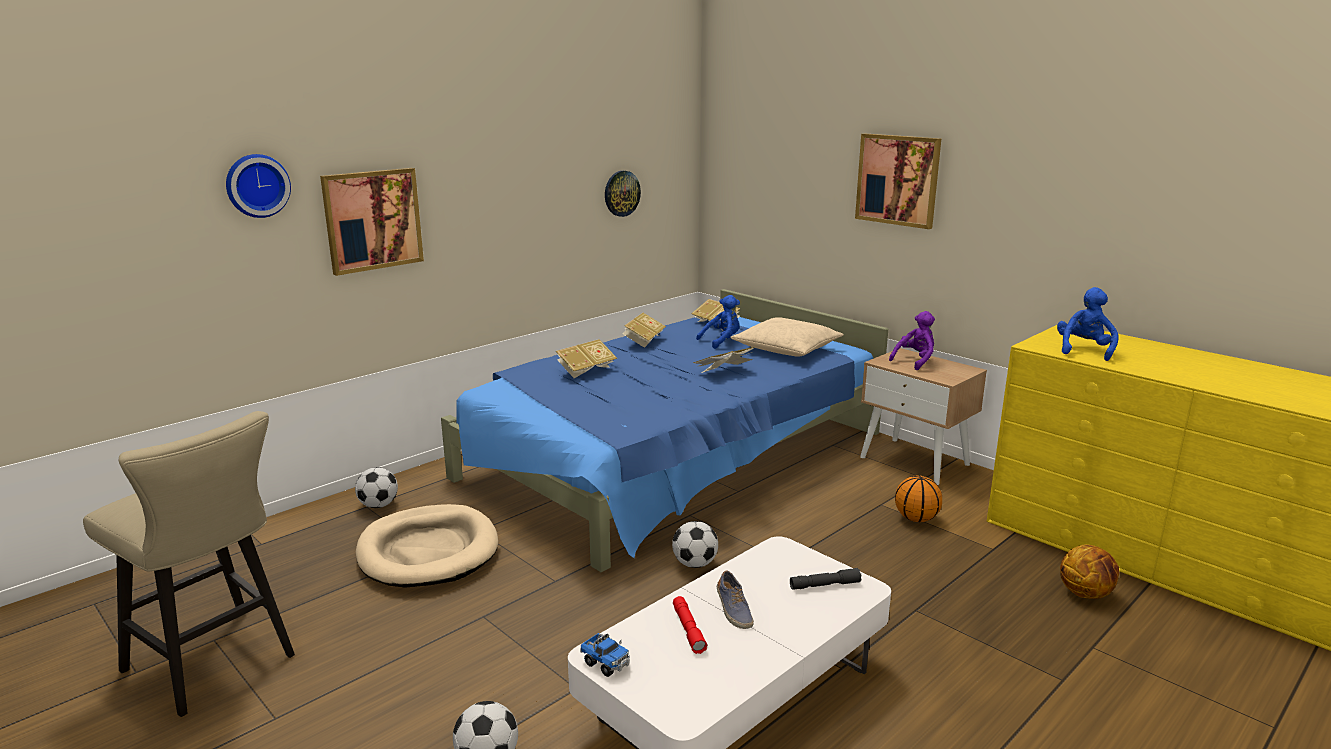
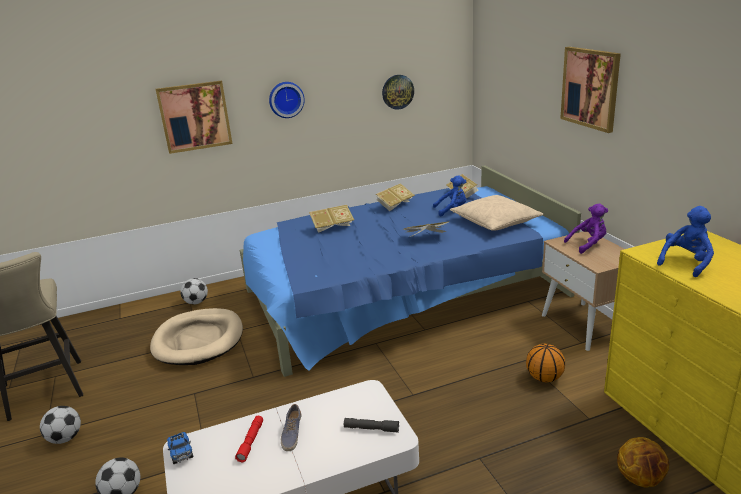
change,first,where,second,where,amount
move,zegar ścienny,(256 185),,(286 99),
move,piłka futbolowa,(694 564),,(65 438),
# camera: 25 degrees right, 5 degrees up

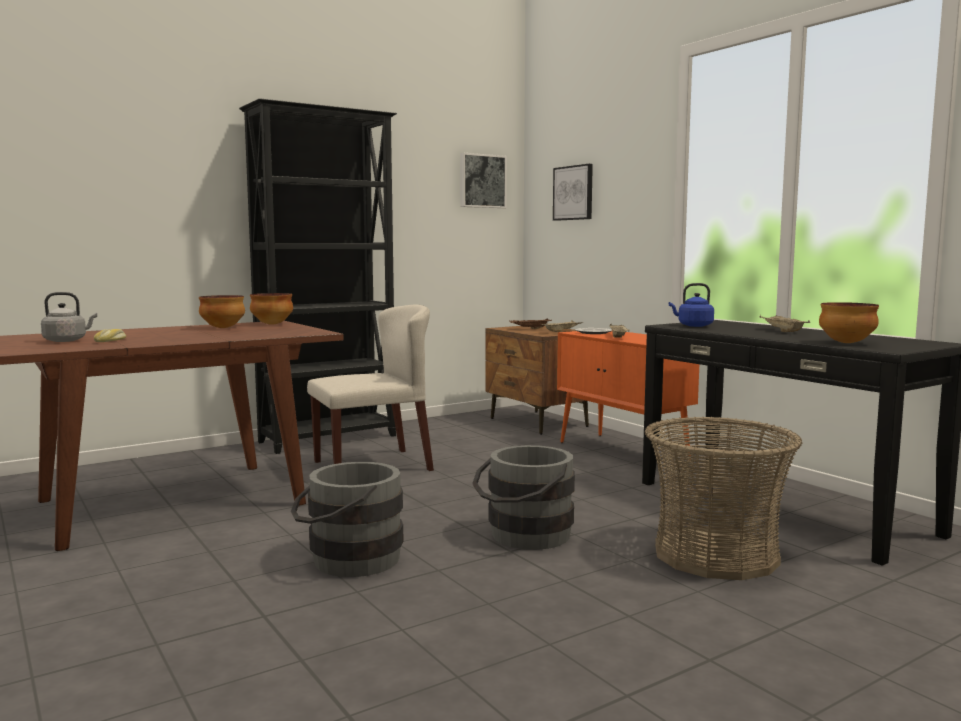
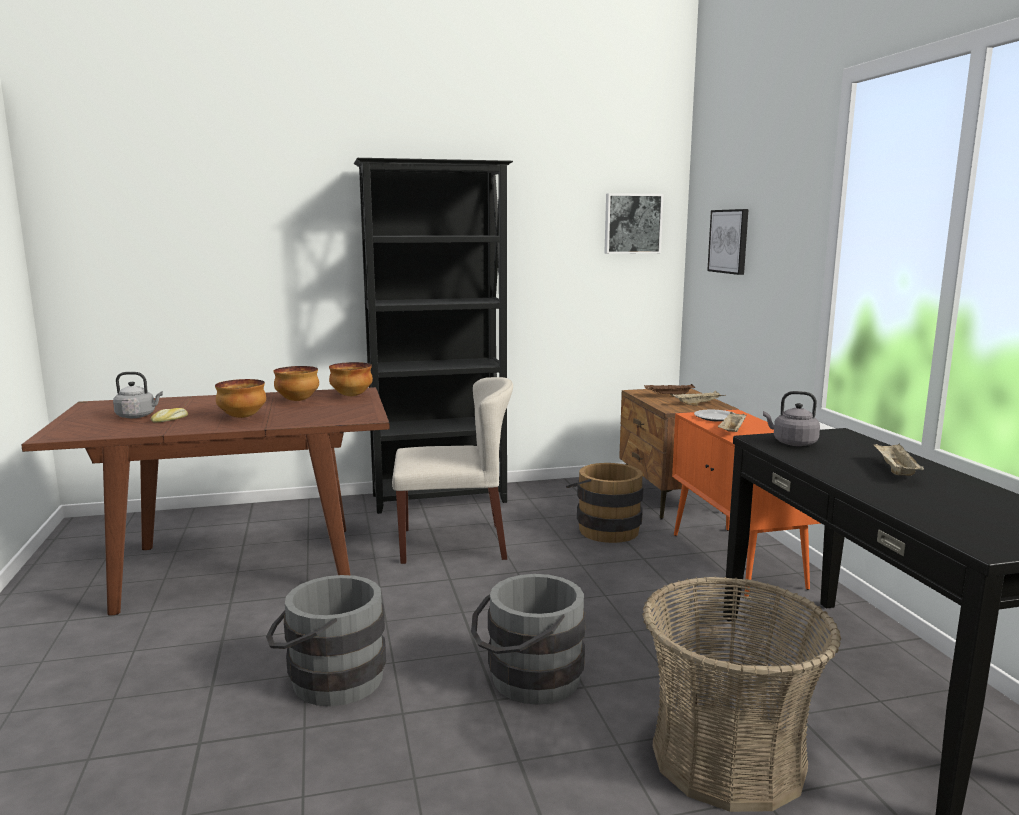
change,first,where,second,where,amount
insert,,,wiadro/brązowy,(604 529),
move,miska,(846 343),,(241 417),
recolor,czajnik/niebieski,(693 325),czajnik/szary,(792 443),
# camera: 20 degrees right, 5 degrees up

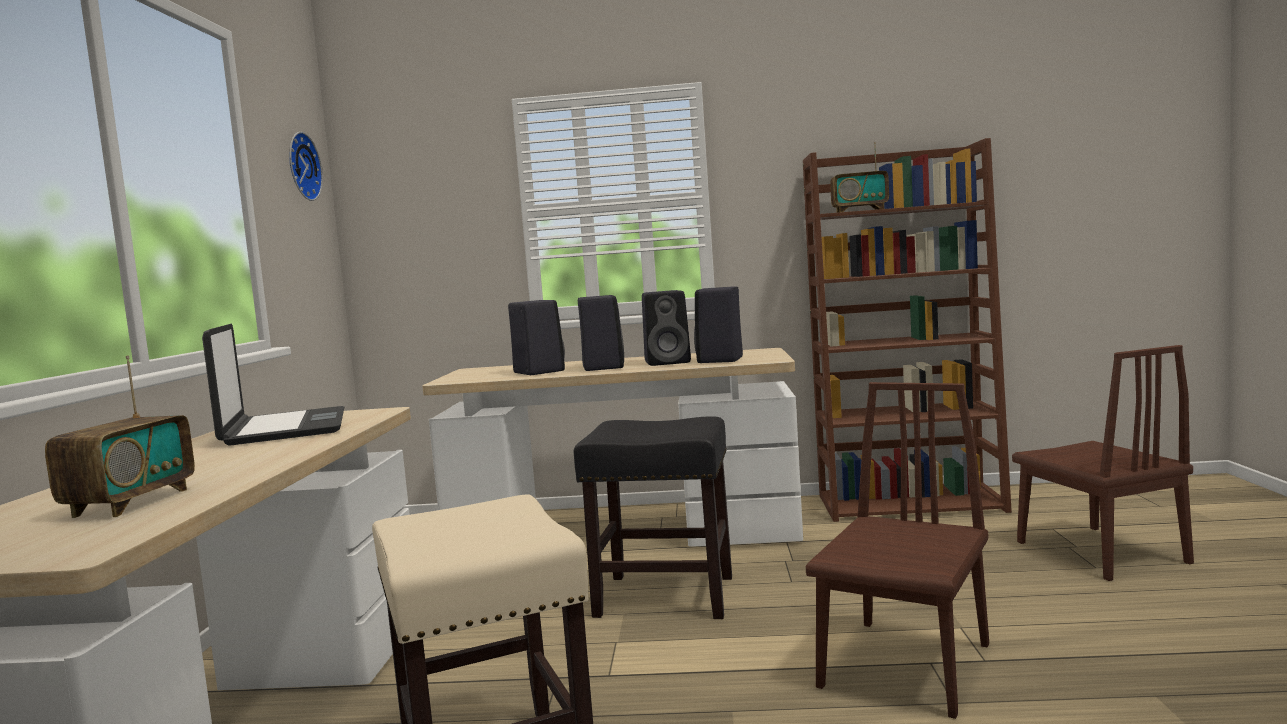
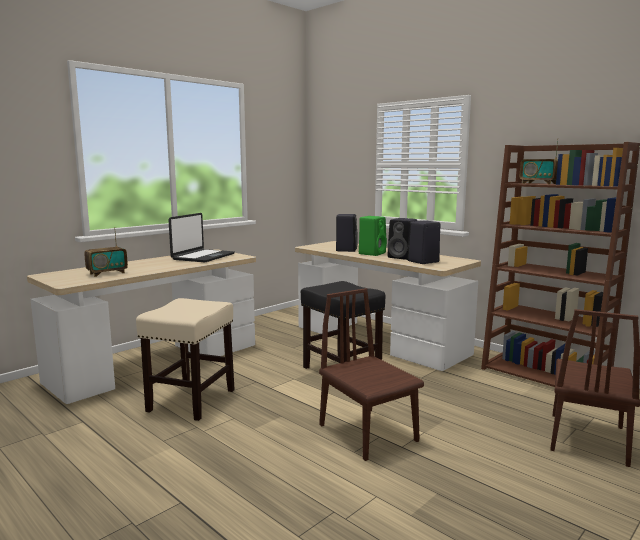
change,first,where,second,where,amount
delete,zegar ścienny,(301 167),,,
recolor,głośnik/czarny,(602 367),głośnik/zielony,(372 253),
rotate,krzesło/brązowy,(905 665),,(368 433),105 degrees counterclockwise
# camera: 40 degrees right, 5 degrees up

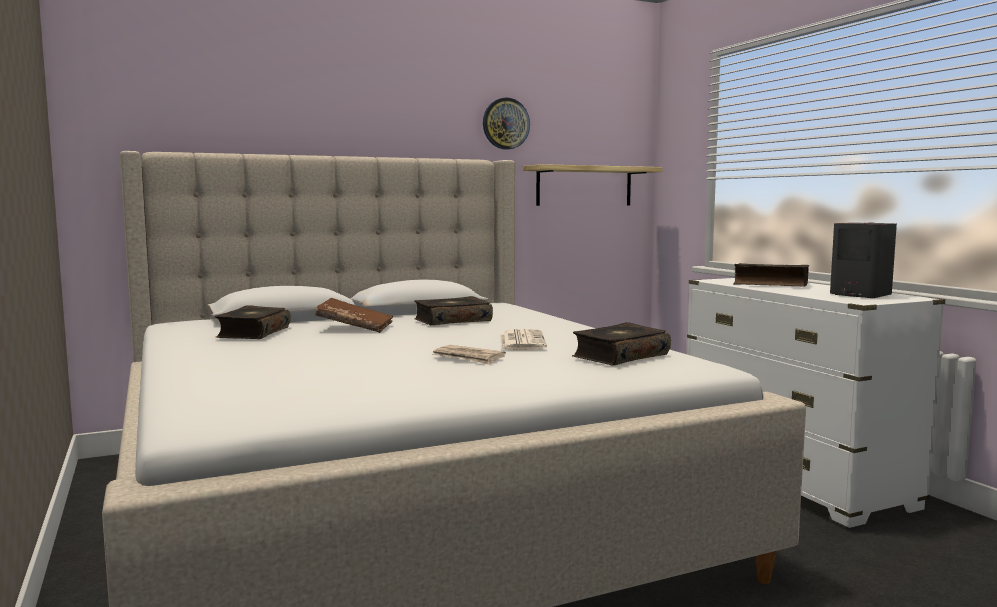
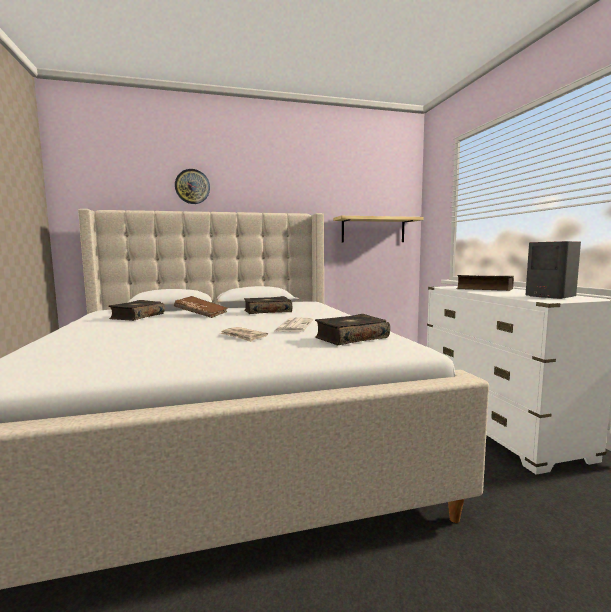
change,first,where,second,where,amount
move,zegar ścienny,(505 123),,(192 186),
# camera: 10 degrees right, 0 degrees up

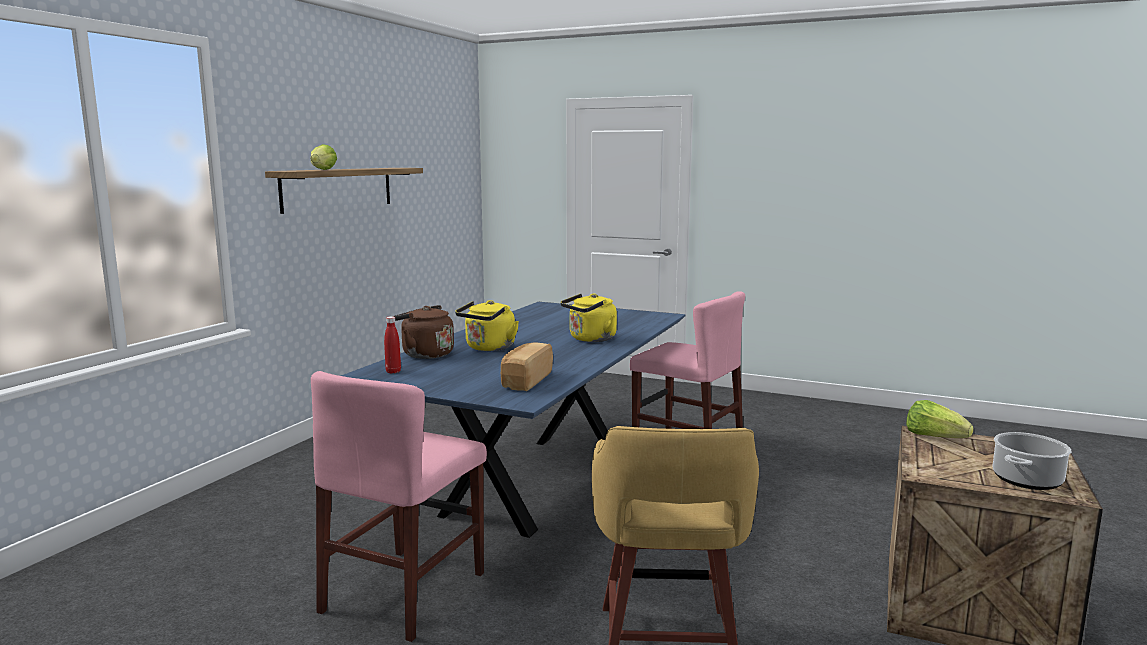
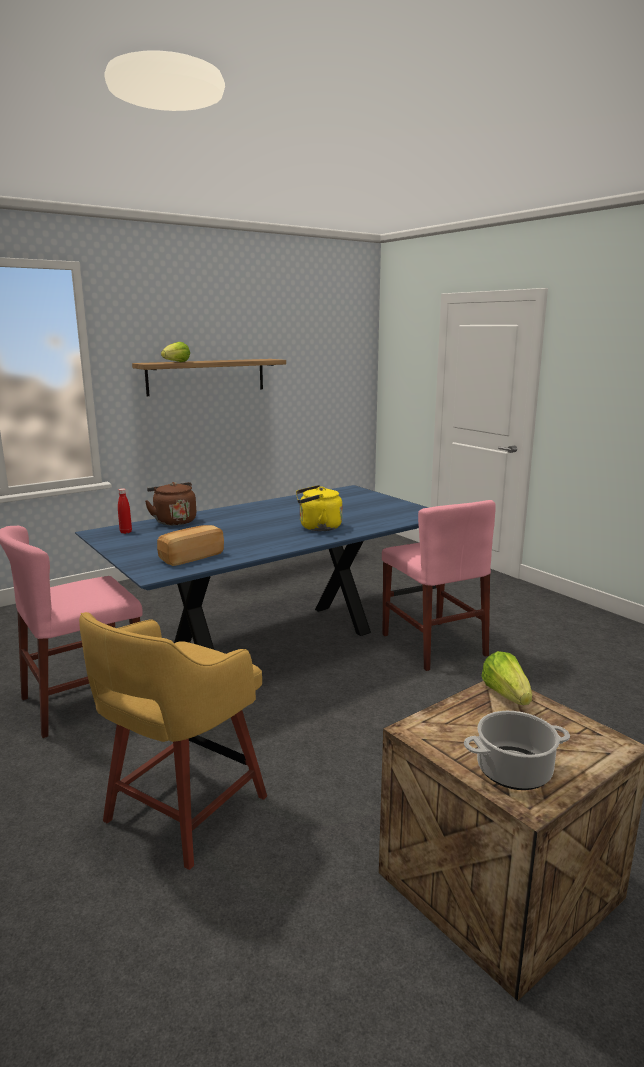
change,first,where,second,where,amount
delete,czajnik/żółty,(488 348),,,
# camera: 30 degrees right, 5 degrees up

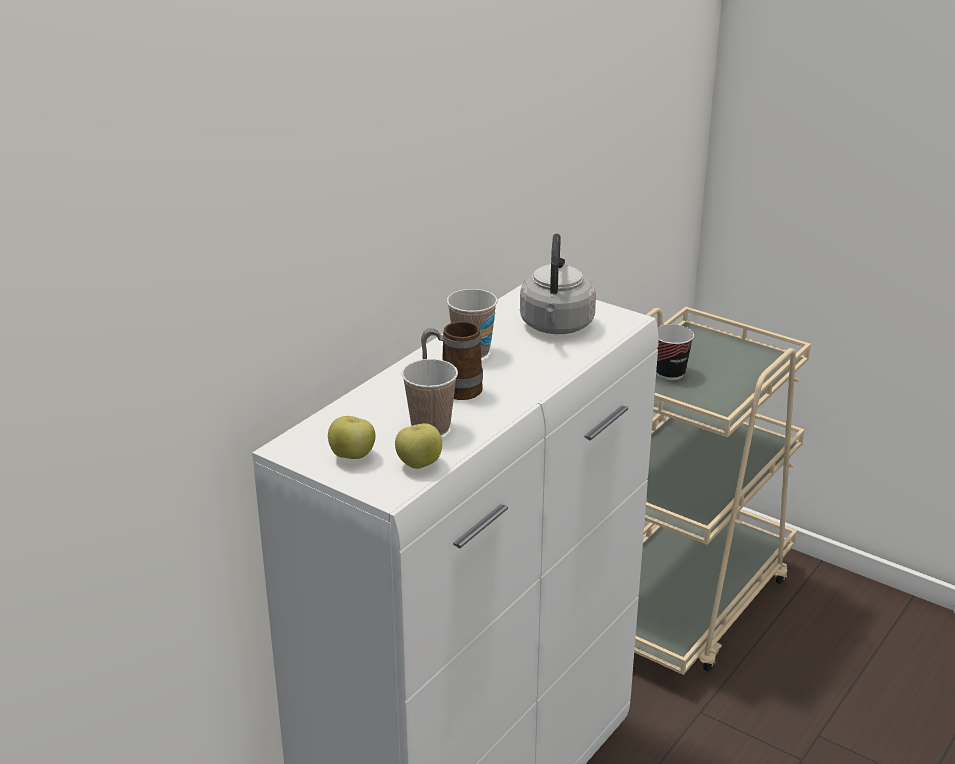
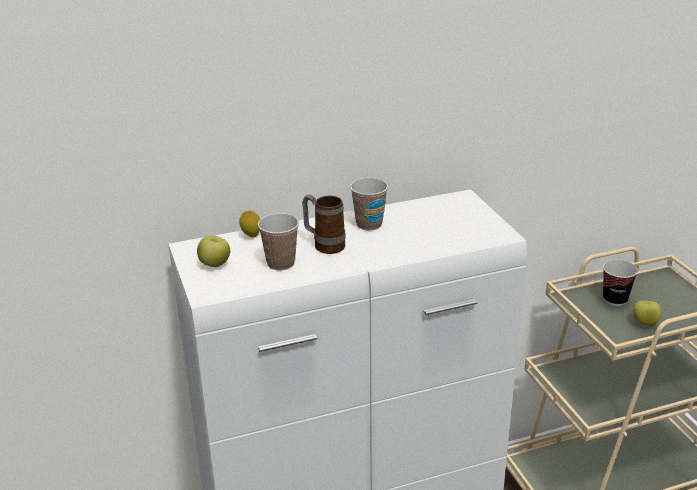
change,first,where,second,where,amount
delete,czajnik/szary,(556 327),,,
insert,,,cytryna,(251 236),
move,jabłko,(419 464),,(644 323),
# camera: 35 degrees right, 0 degrees up

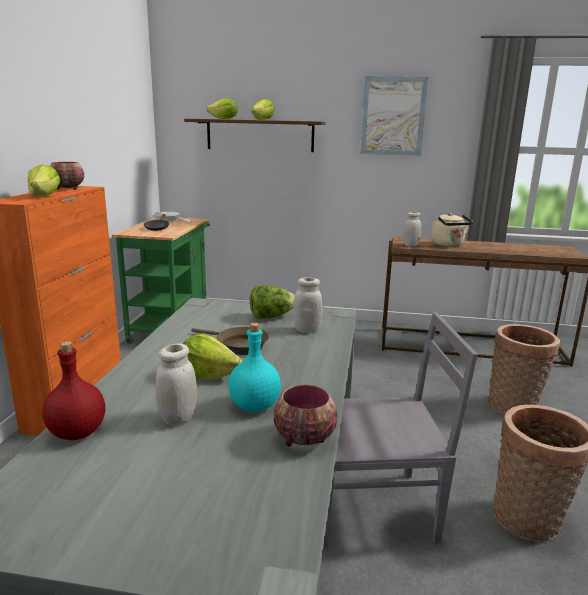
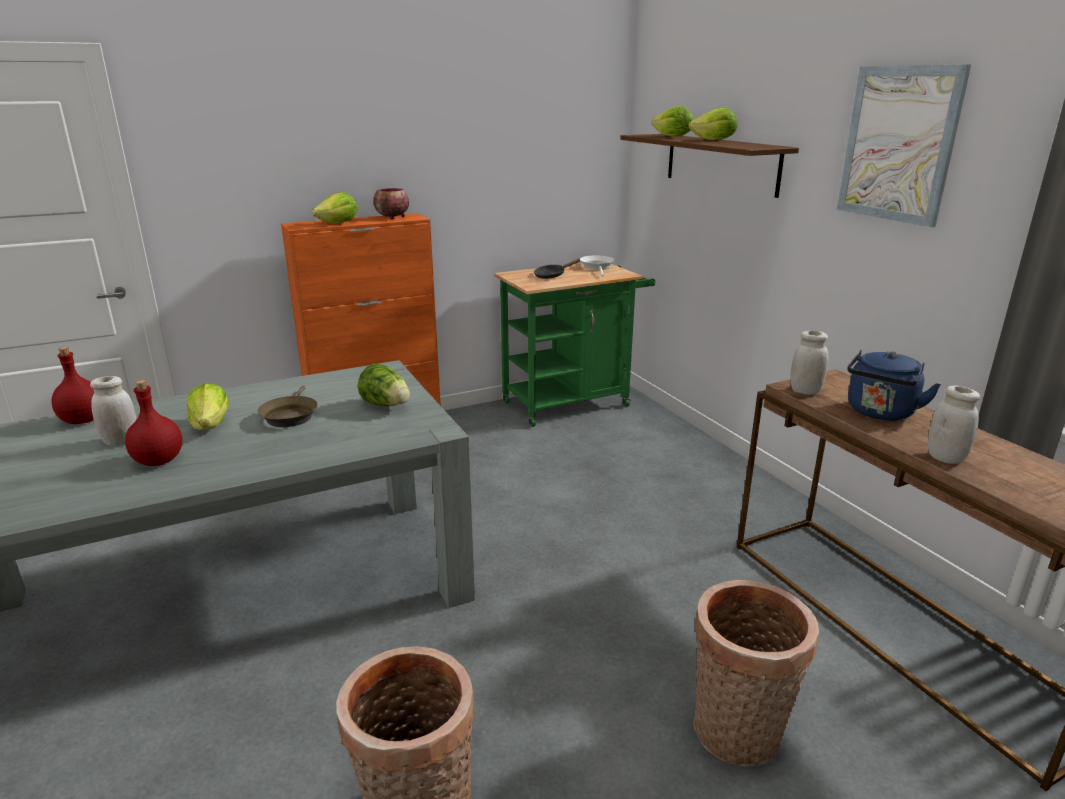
change,first,where,second,where,amount
delete,miska,(303 438),,,
delete,krzesło/szary,(374 508),,,
move,słoik/biały,(307 330),,(945 458),
recolor,butelka/turkusowy,(255 406),butelka/czerwony,(159 461),
recolor,czajnik/beżowy,(448 245),czajnik/niebieski,(880 413),
# camera: 55 degrees right, 5 degrees up

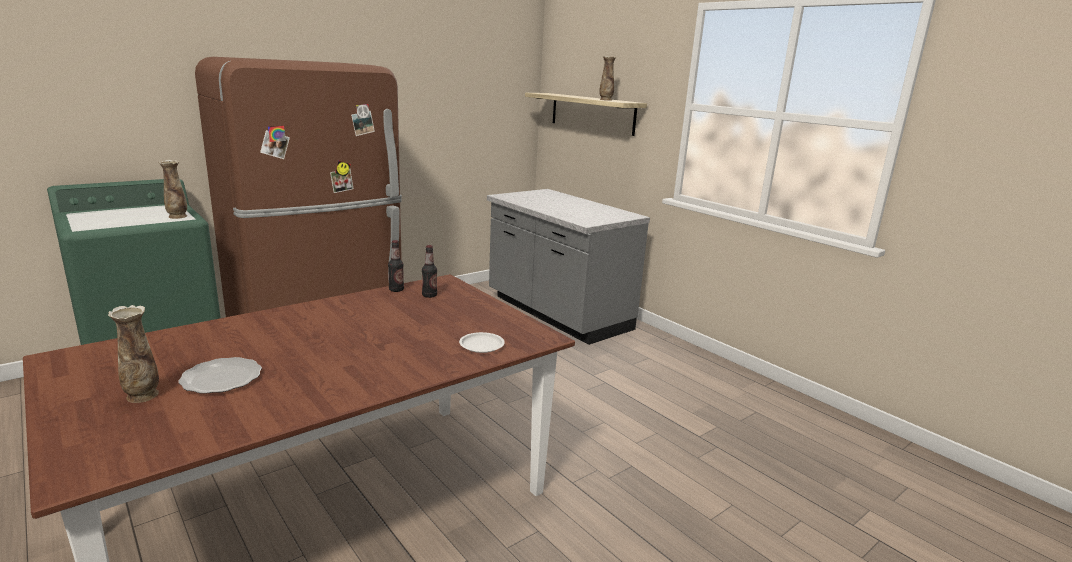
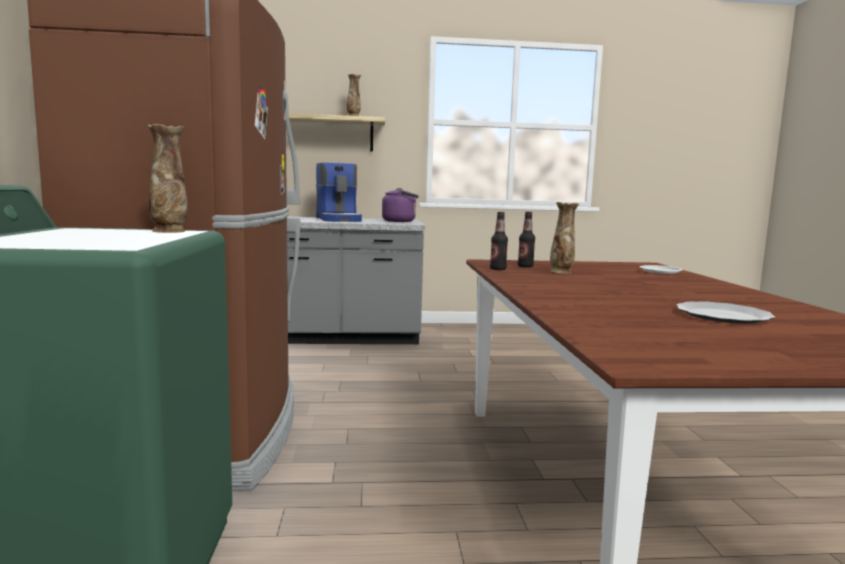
change,first,where,second,where,amount
insert,,,ekspres do kawy,(339 219),
insert,,,czajnik/fioletowy,(401 221),
move,wazon,(142 396),,(561 272),
# camera: 55 degrees left, 10 degrees down

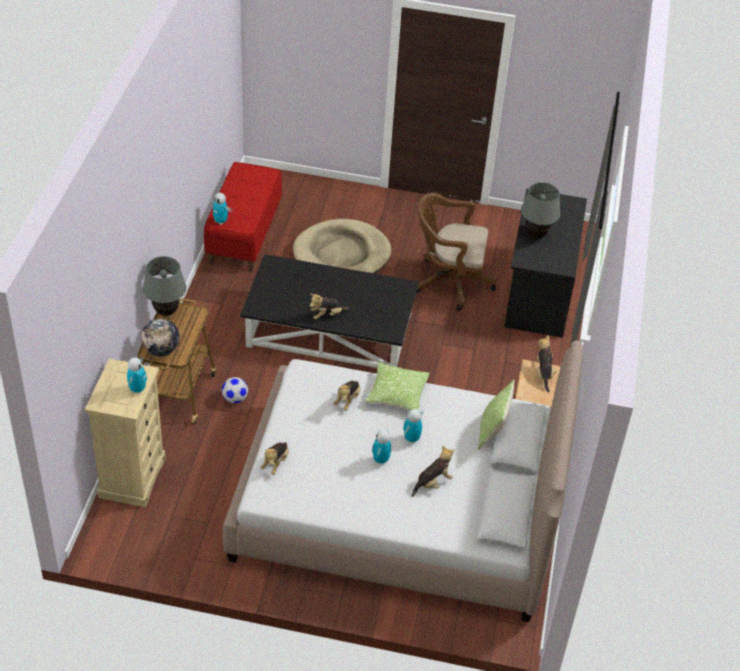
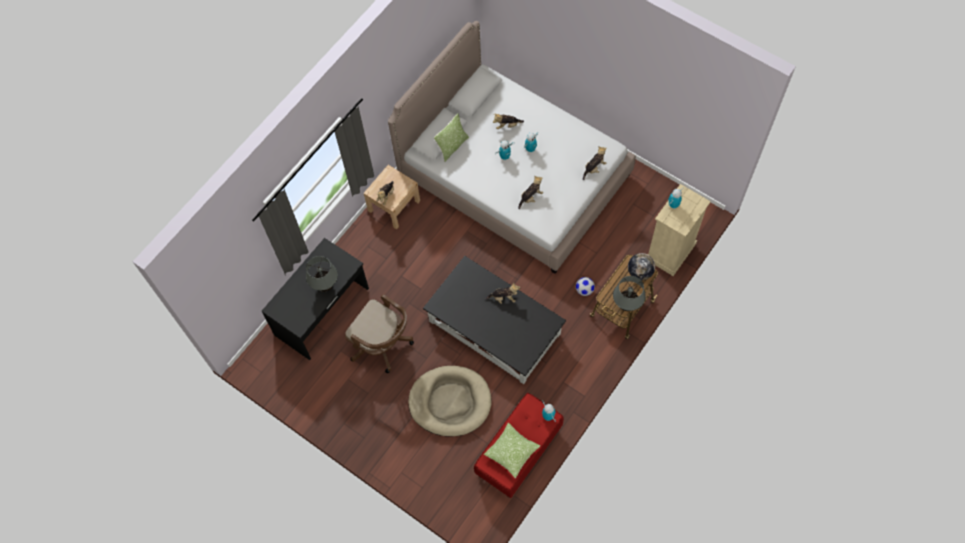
change,first,where,second,where,amount
move,poduszka,(397 394),,(512 452),
# camera: 150 degrees left, 20 degrees up

